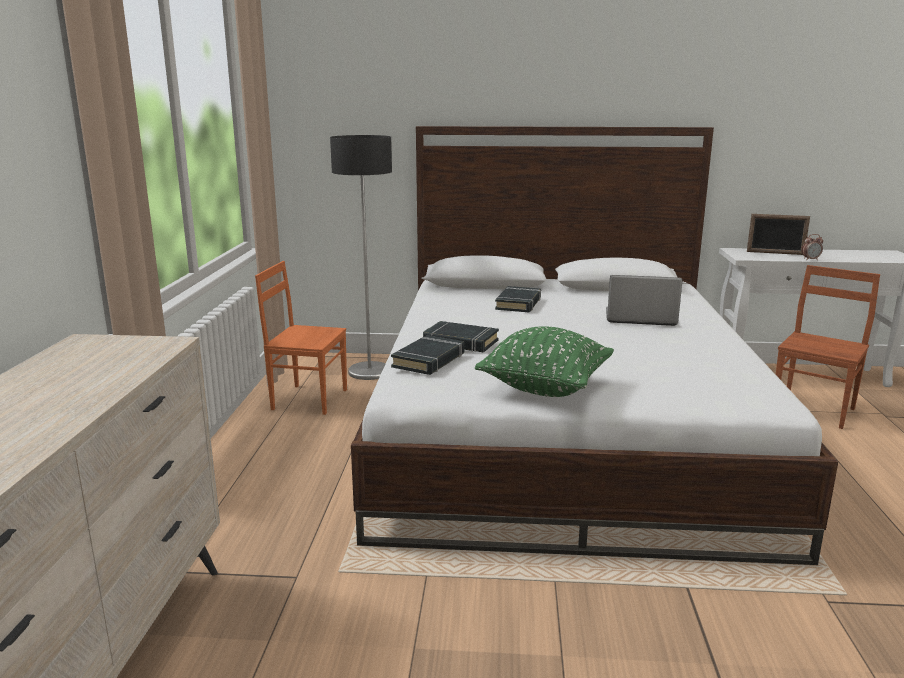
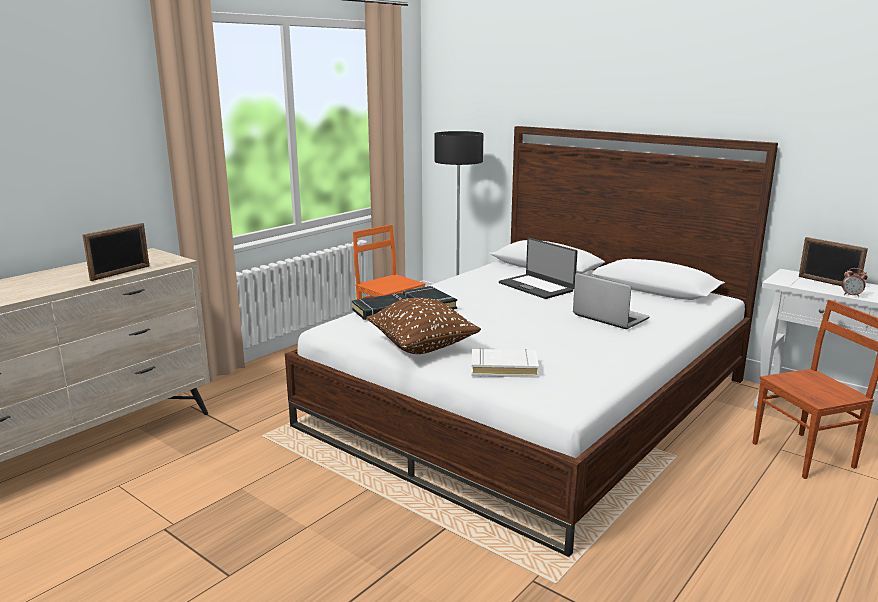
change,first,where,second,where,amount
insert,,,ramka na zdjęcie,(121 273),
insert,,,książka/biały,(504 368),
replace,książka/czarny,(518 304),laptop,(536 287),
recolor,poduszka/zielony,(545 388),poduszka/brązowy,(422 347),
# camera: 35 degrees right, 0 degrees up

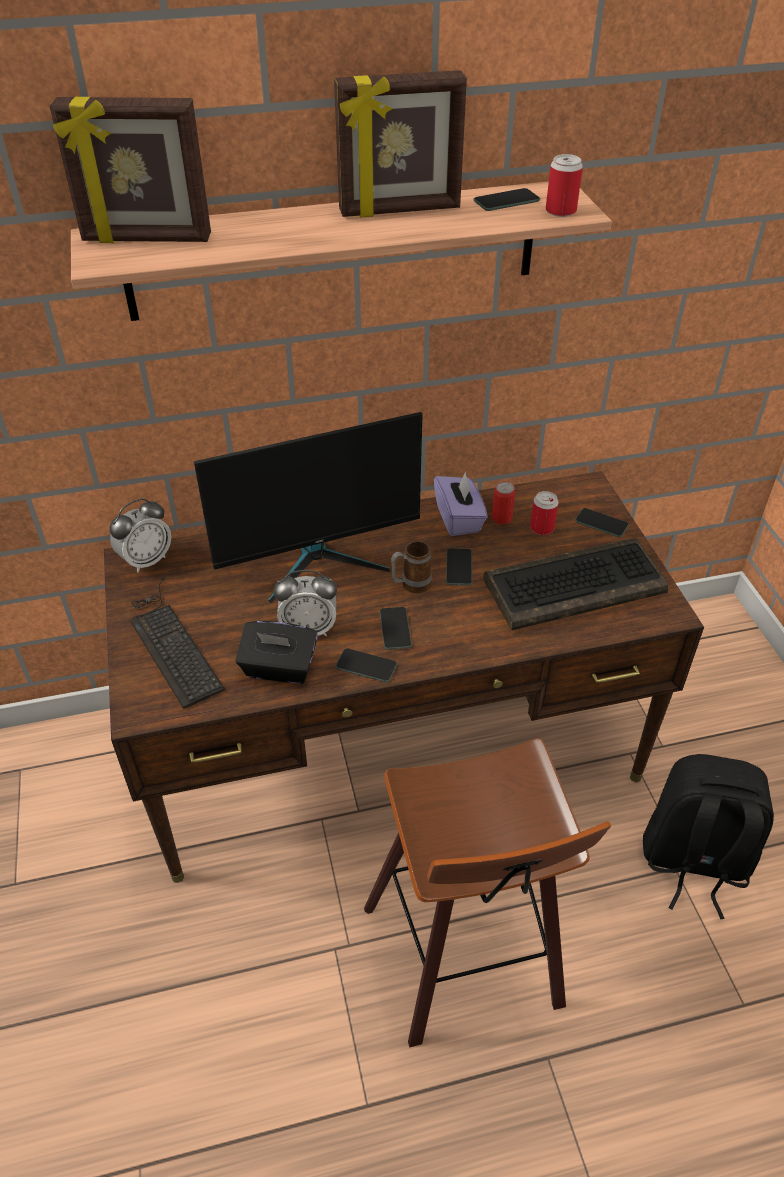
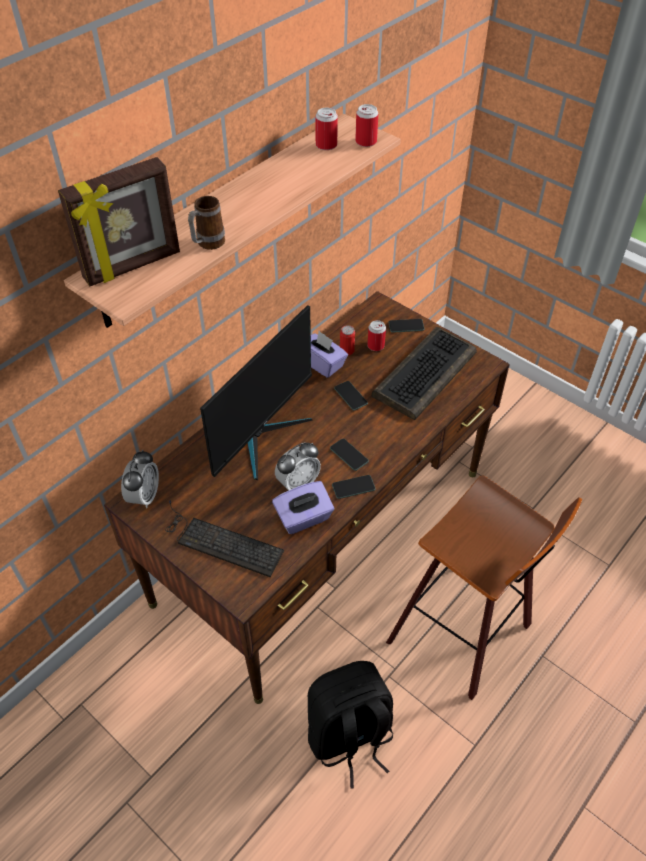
change,first,where,second,where,amount
delete,ramka na zdjęcie,(400 211),,,
move,kubek,(410 586),,(207 245),
move,plecak/czarny,(693 862),,(349 737),
replace,telefon,(506 201),puszka,(326 145),
recolor,pudełko chusteczek/czarny,(279 668),pudełko chusteczek/fioletowy,(304 518),
# camera: 35 degrees left, 5 degrees up

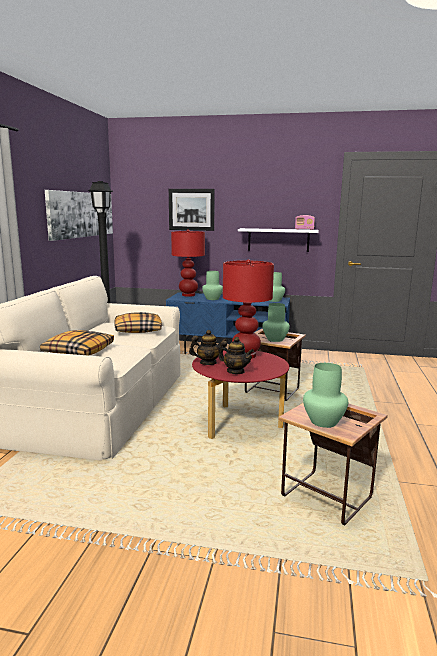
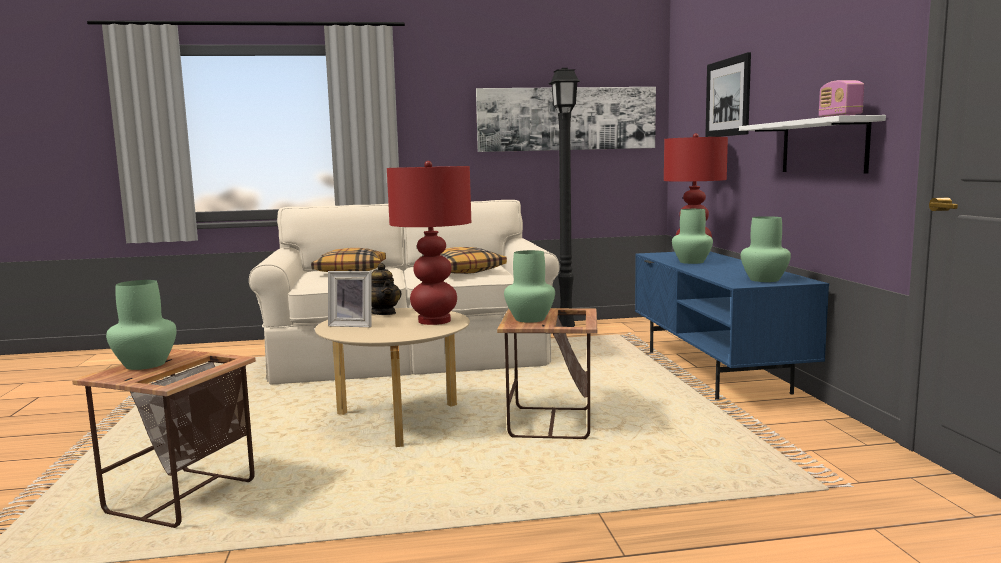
change,first,where,second,where,amount
replace,imbryk,(235 372),ramka na zdjęcie,(353 325),
recolor,ława/czerwony,(239 423),ława/beżowy,(398 421),
# camera: 70 degrees right, 5 degrees down

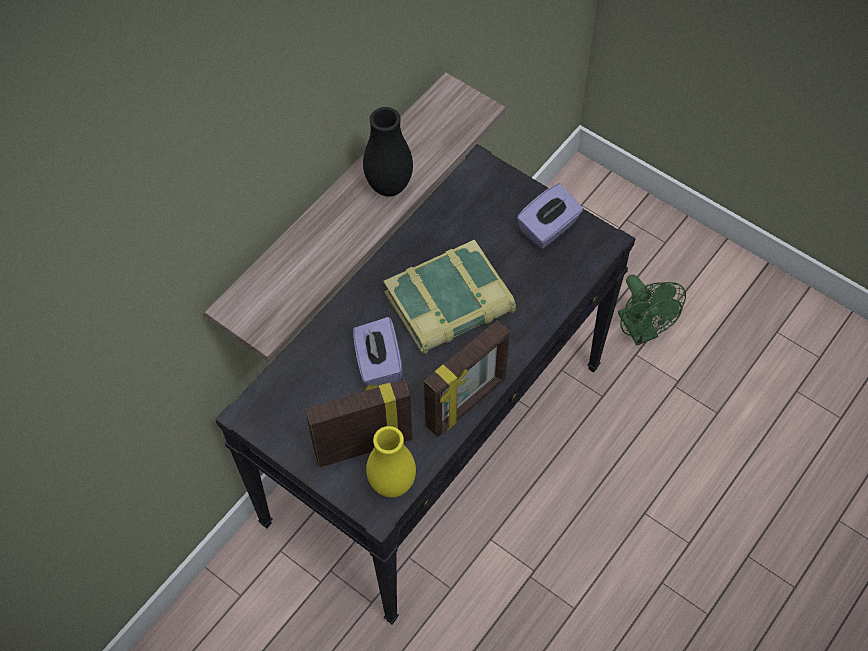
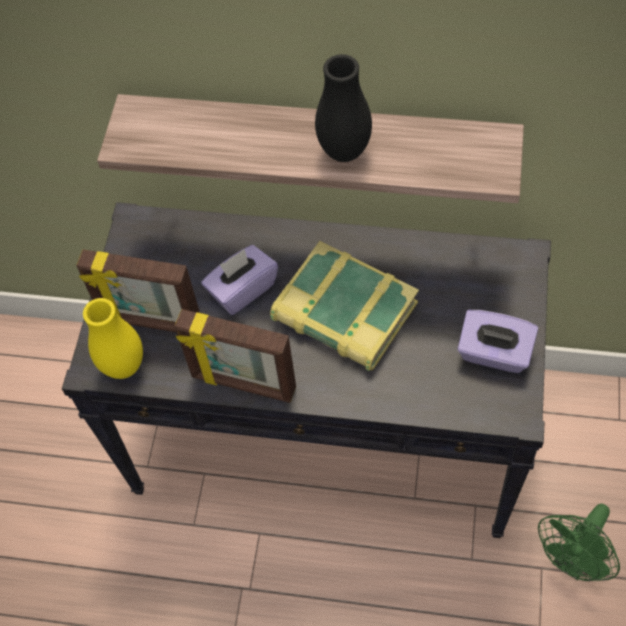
change,first,where,second,where,amount
rotate,ramka na zdjęcie,(363 445),,(151 322),150 degrees clockwise
# camera: 65 degrees right, 0 degrees up

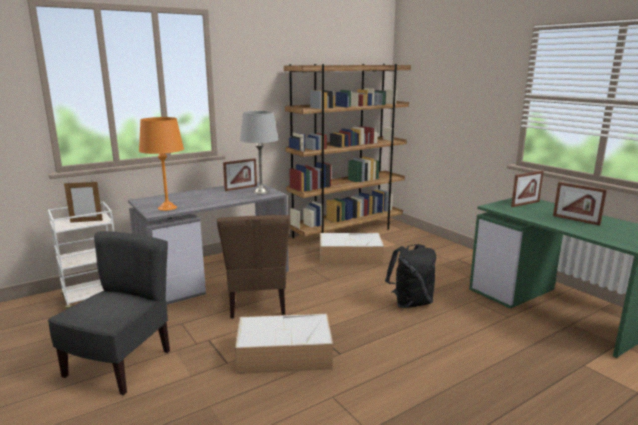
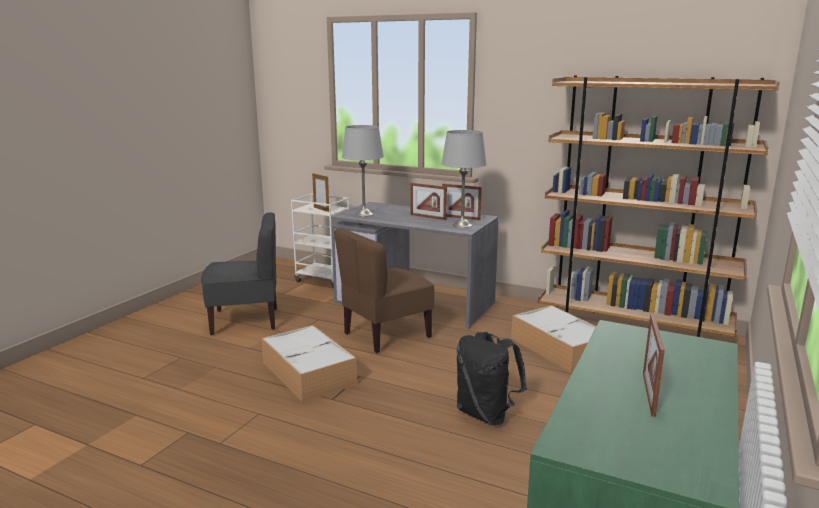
change,first,where,second,where,amount
move,ramka na zdjęcie,(525 204),,(428 217),
recolor,lampa stołowa/pomarańczowy,(167 208),lampa stołowa/szary,(363 214),
# camera: 60 degrees right, 0 degrees up

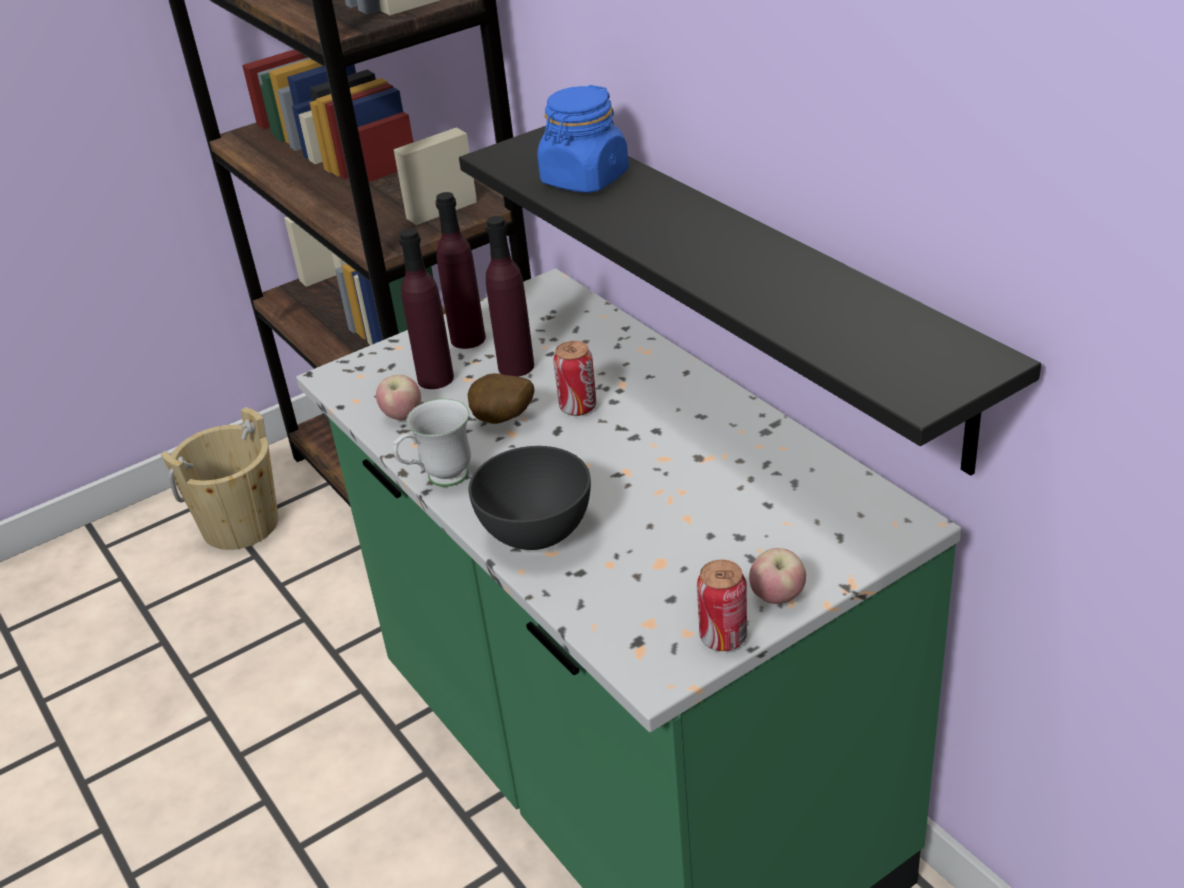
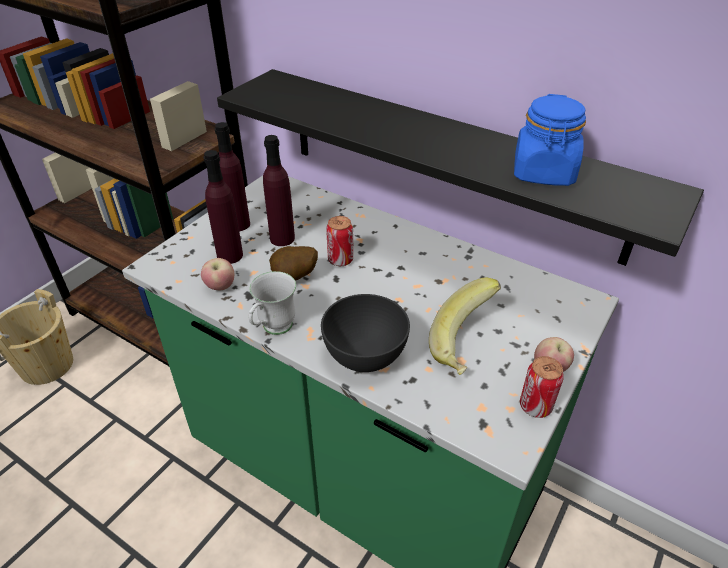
change,first,where,second,where,amount
insert,,,banan,(466 345),
move,słoik/niebieski,(584 179),,(543 172),
# camera: 25 degrees left, 5 degrees up

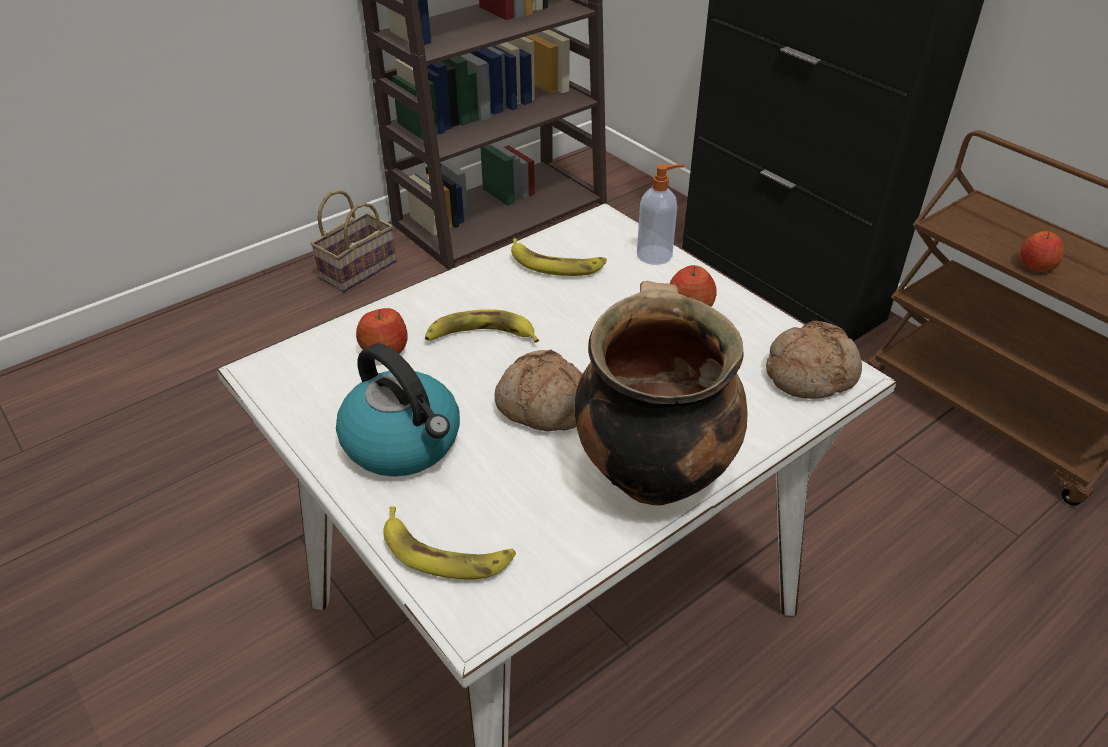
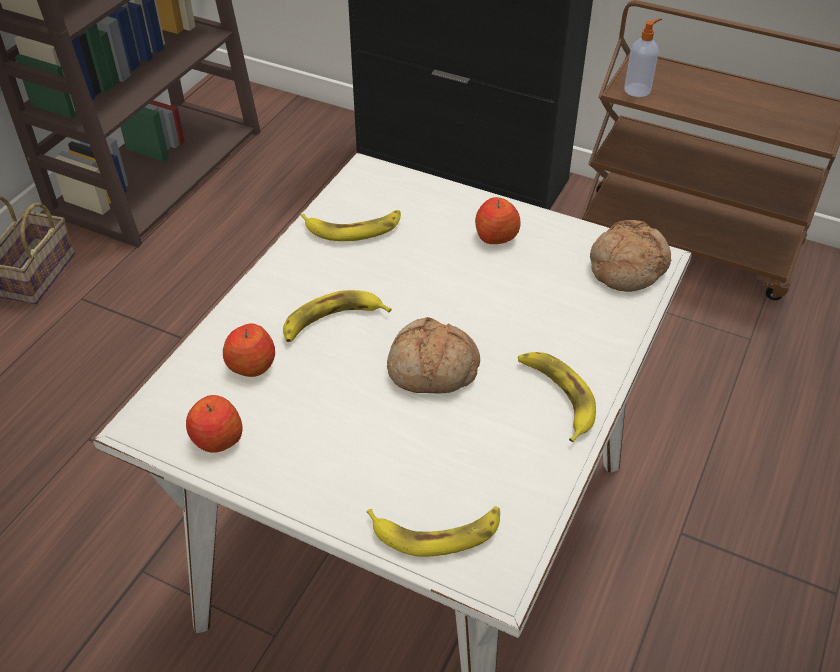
change,first,where,second,where,amount
delete,czajnik,(404 443),,,
move,dozownik mydła,(655 255),,(638 90),
move,jabłko,(1035 265),,(217 439),
replace,garnek,(651 471),banan,(556 396),
# camera: 25 degrees left, 5 degrees up

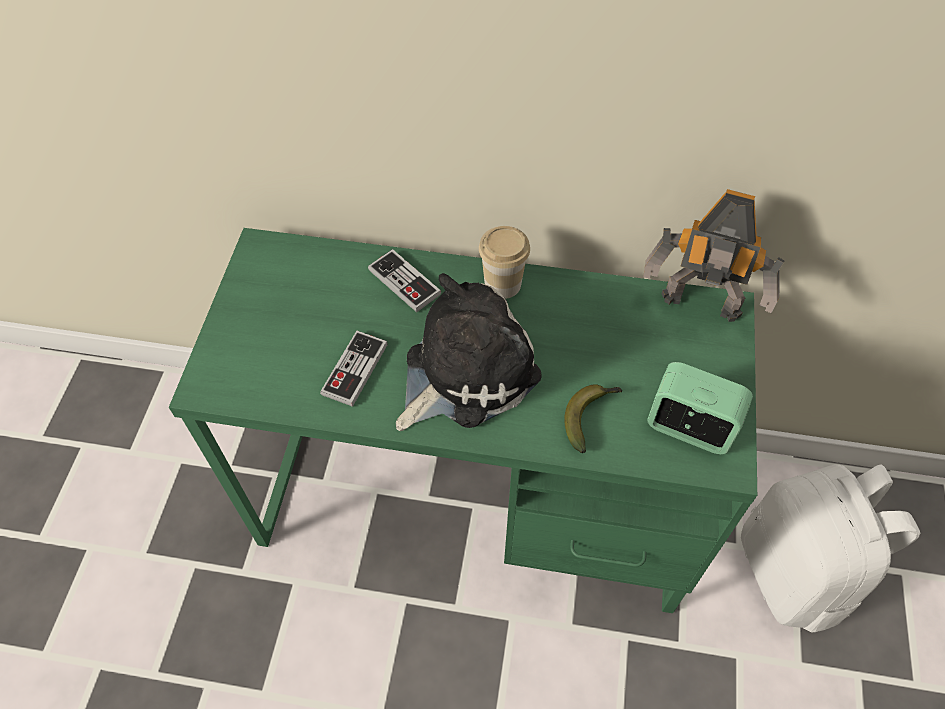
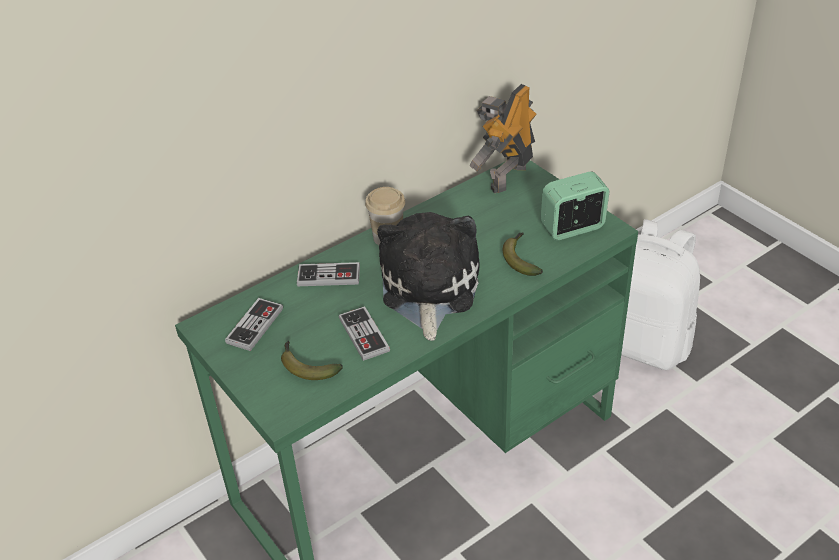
change,first,where,second,where,amount
insert,,,pad do gier,(255 326),
insert,,,banan,(306 366),
rotate,robot zabawkowy,(700 308),,(506 177),150 degrees clockwise
# camera: 45 degrees left, 15 degrees down

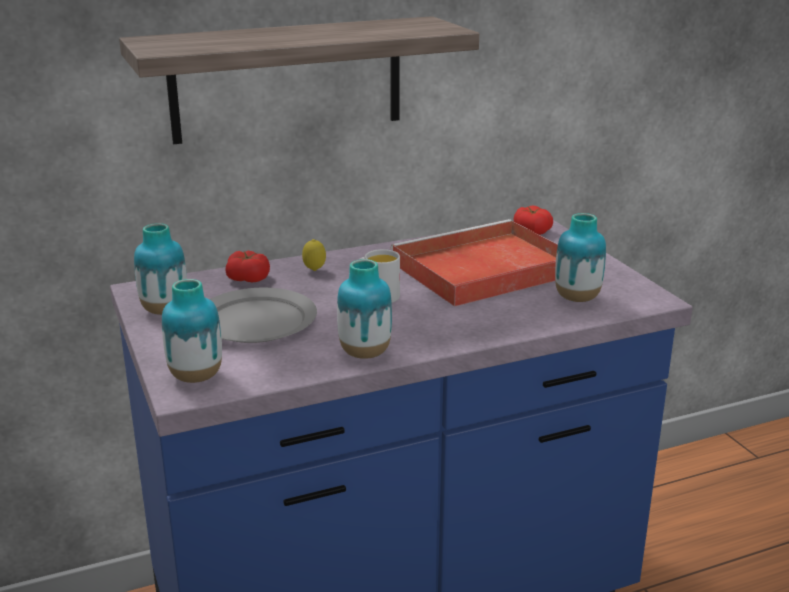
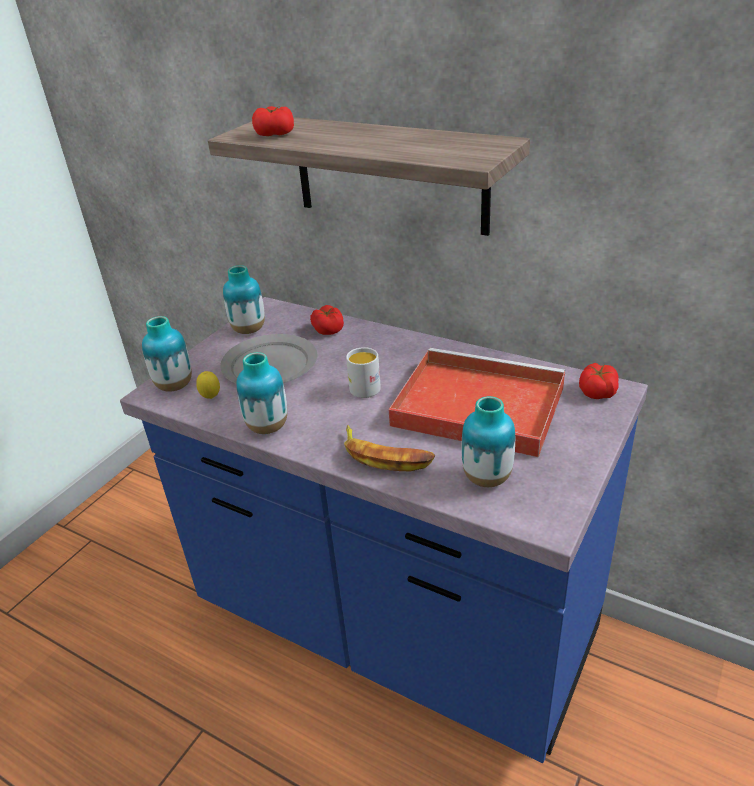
change,first,where,second,where,amount
insert,,,pomidor,(274 134),
insert,,,banan,(385 455),
move,cytryna,(314 270),,(211 398),
# camera: 55 degrees right, 10 degrees up

